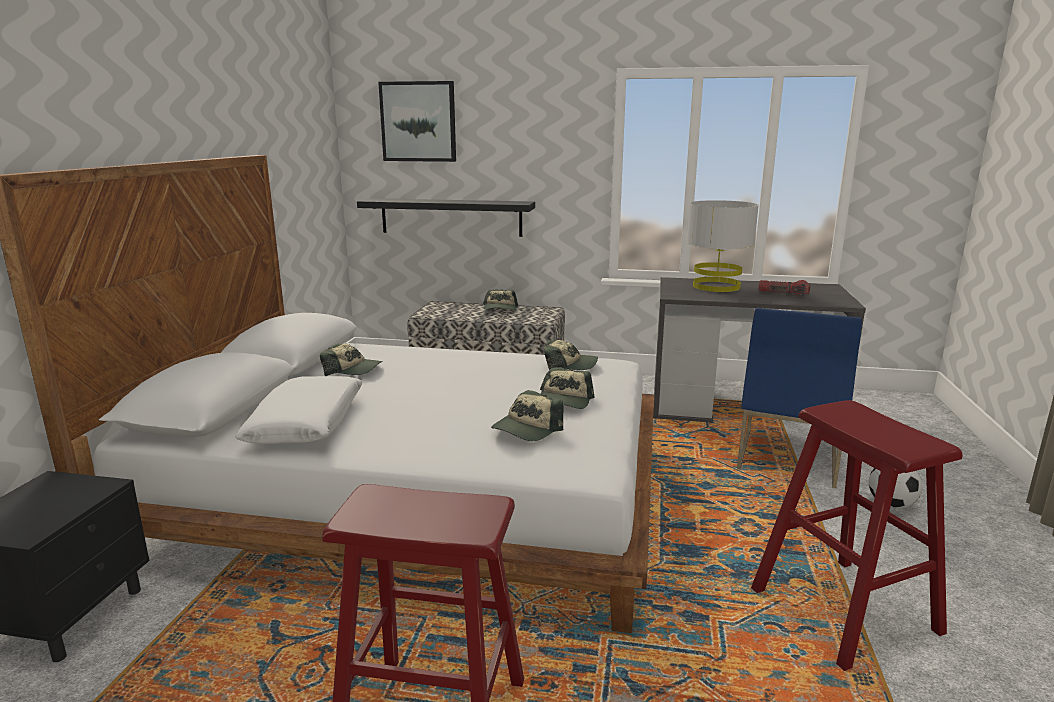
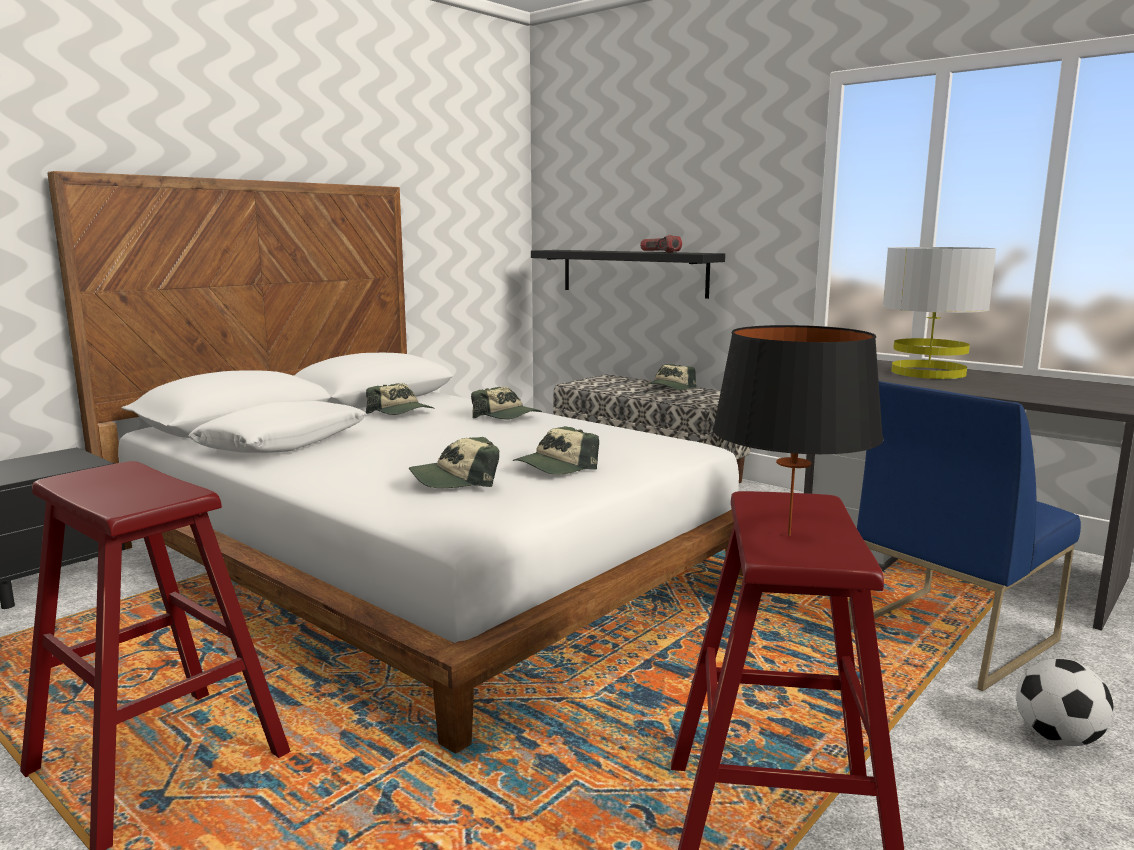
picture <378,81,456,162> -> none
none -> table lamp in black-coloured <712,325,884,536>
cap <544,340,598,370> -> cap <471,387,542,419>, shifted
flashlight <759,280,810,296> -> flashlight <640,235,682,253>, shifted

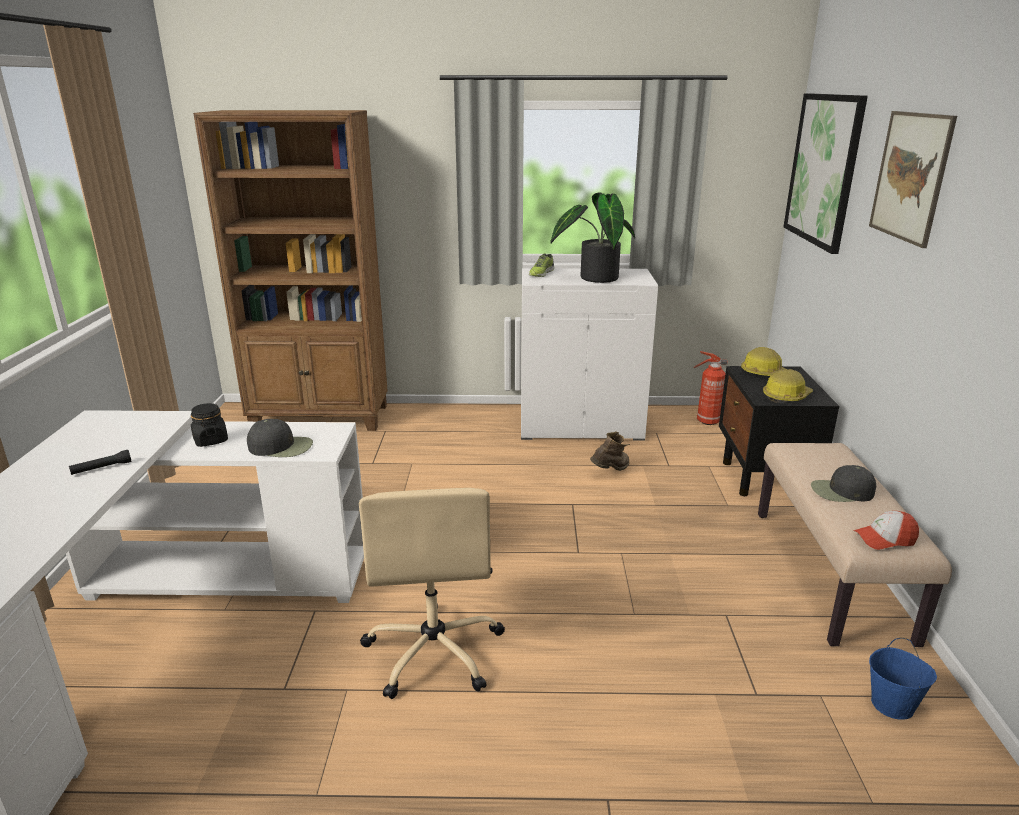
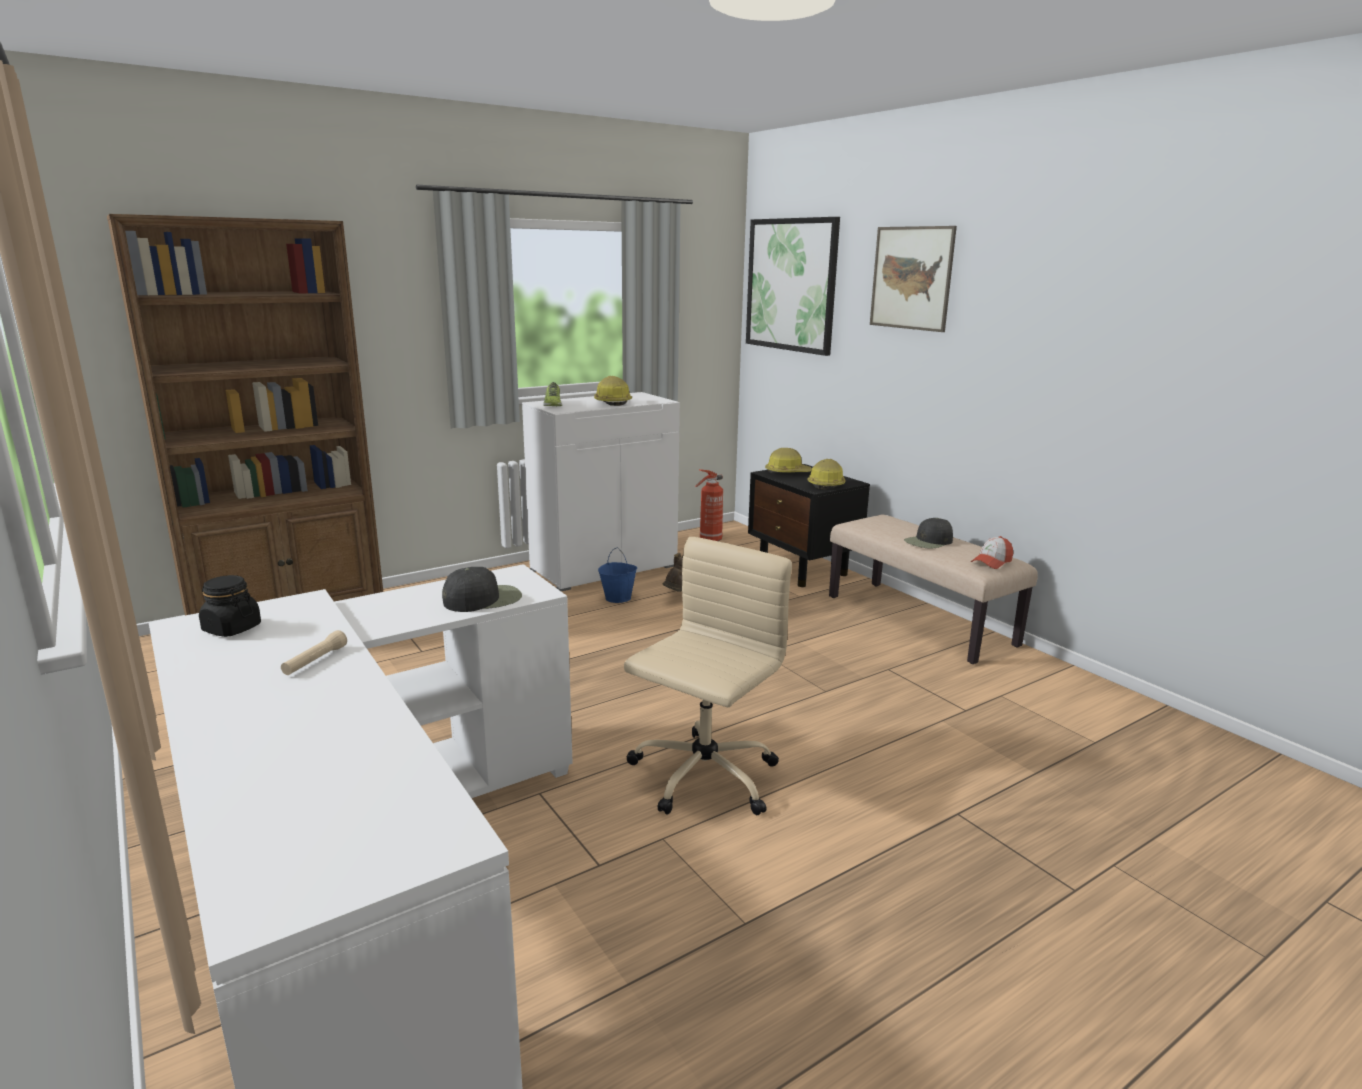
storage jar in black-coloured <191,403,228,447> -> storage jar in black-coloured <199,575,261,637>, shifted
pail in blue-coloured <869,638,937,720> -> pail in blue-coloured <598,547,637,603>, shifted
plant in a pot <550,192,635,283> -> work helmet <594,376,632,406>
flashlight in black-coloured <69,450,132,475> -> flashlight in beige-coloured <281,630,347,675>
computer chair in beige-coloured <359,488,505,699> -> computer chair in beige-coloured <624,537,792,815>, 105 degrees counterclockwise

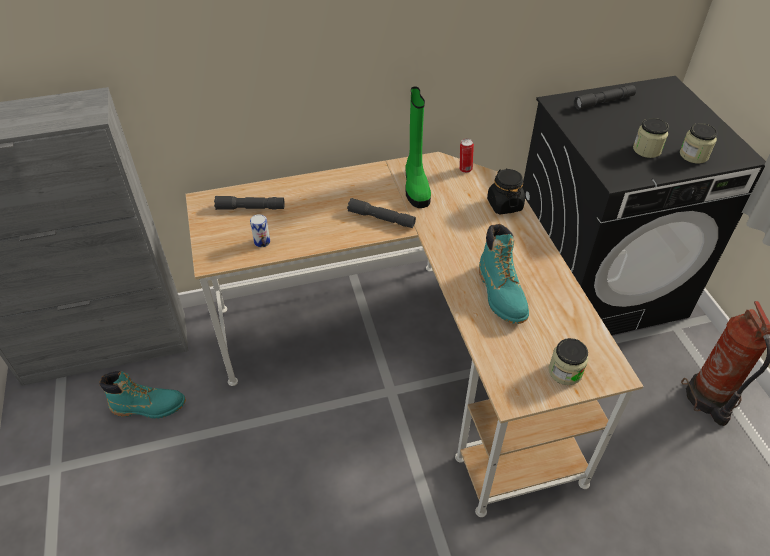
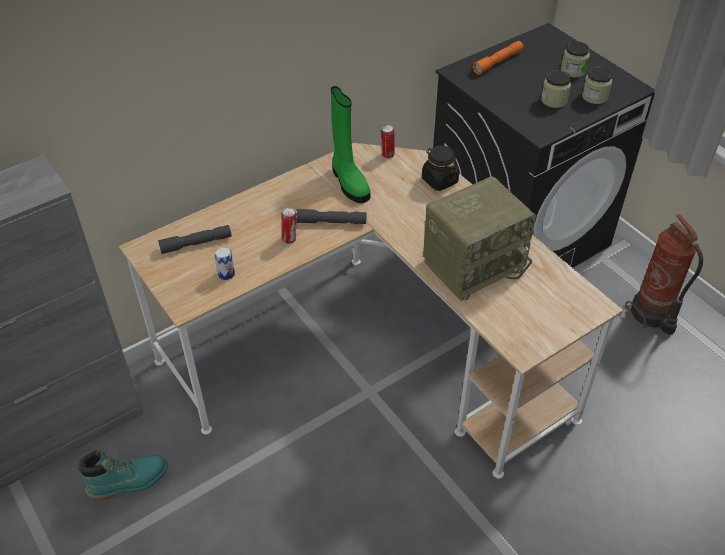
none -> sealed can <281,208,296,244>
storage jar <549,338,588,385> -> storage jar <561,41,590,78>, shifted
tall boot in turquoise <479,224,529,324> -> radio set <423,176,536,301>
flashlight in grey <574,85,636,110> -> flashlight in orange <472,41,523,75>

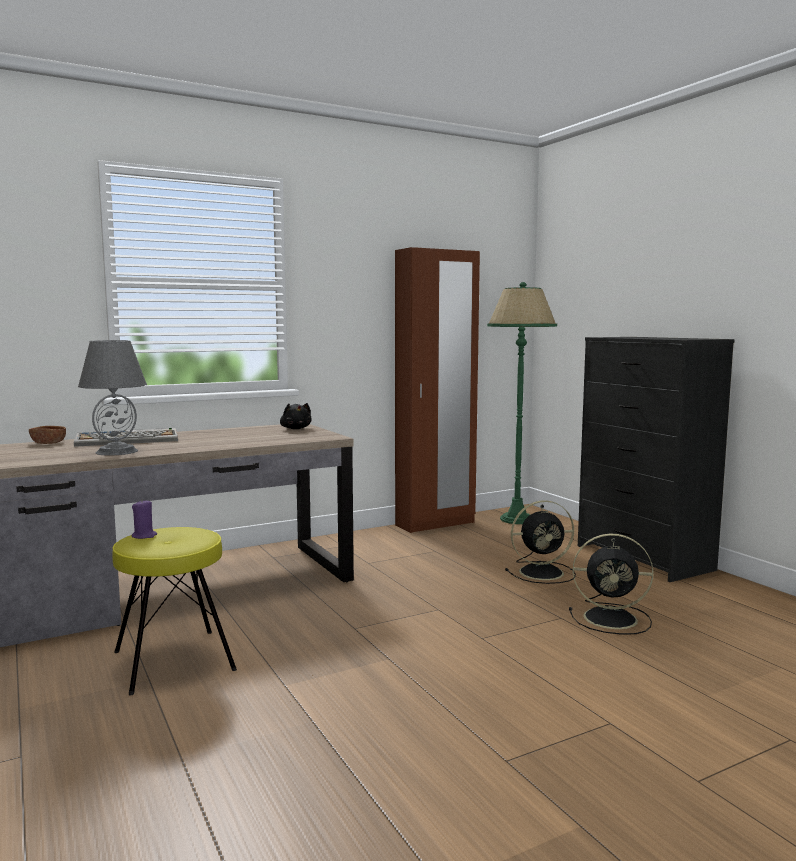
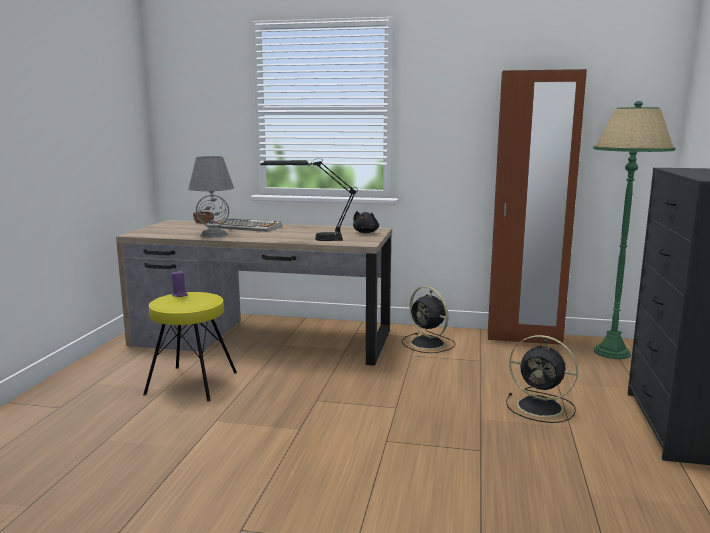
none -> table lamp in black-coloured <260,159,358,241>
electric fan in black-coloured <569,534,654,635> -> electric fan in black-coloured <402,286,456,353>, shifted

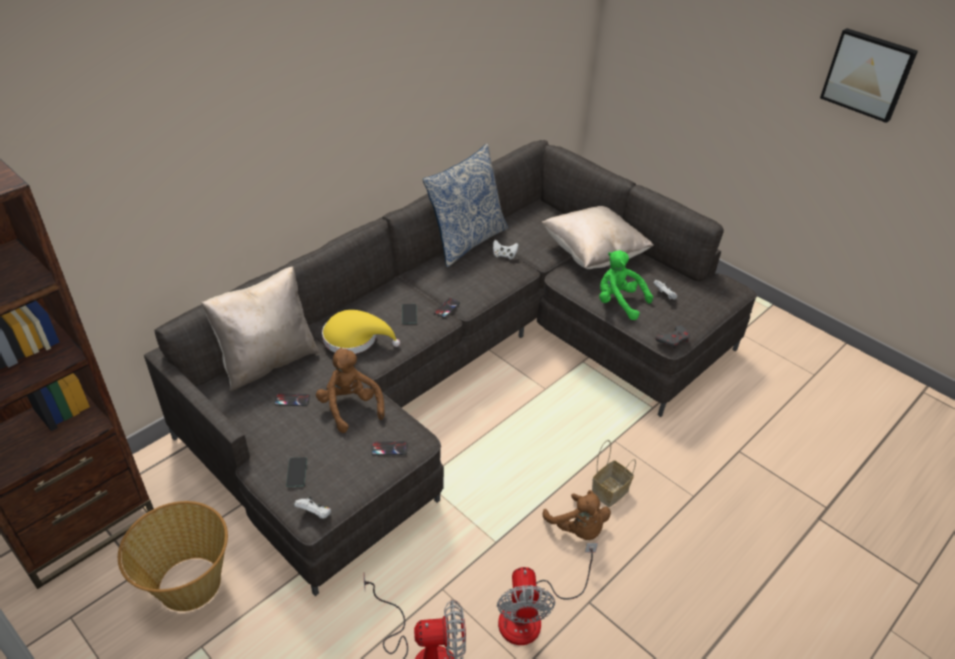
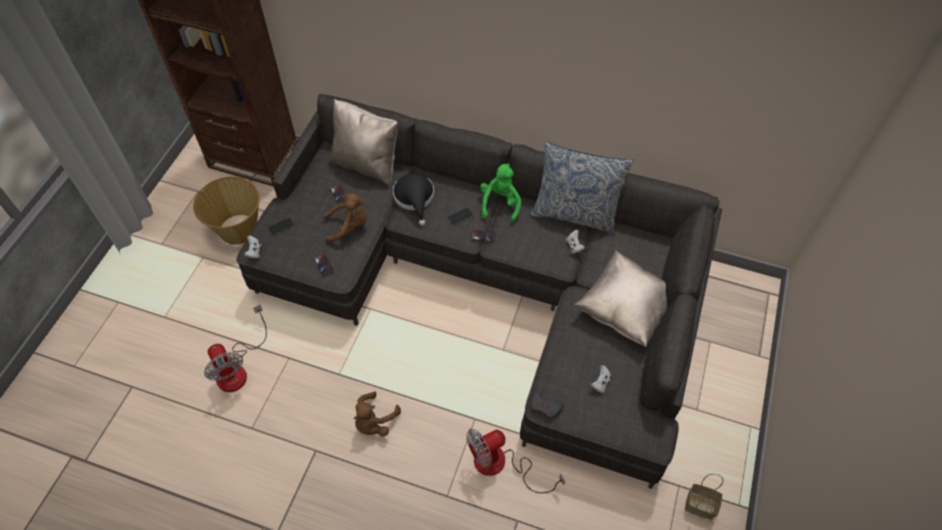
picture <820,28,918,123> -> none
electric fan <497,543,598,645> -> electric fan <467,429,565,493>, shifted
basket <592,440,636,507> -> basket <685,474,723,520>, shifted
soft toy in green <599,250,653,320> -> soft toy in green <480,163,521,223>, shifted
wearable hat in yellow-coloured <322,310,400,354> -> wearable hat in black-coloured <393,173,434,226>
soft toy in brown <316,348,385,433> -> soft toy in brown <323,193,367,243>, 45 degrees clockwise

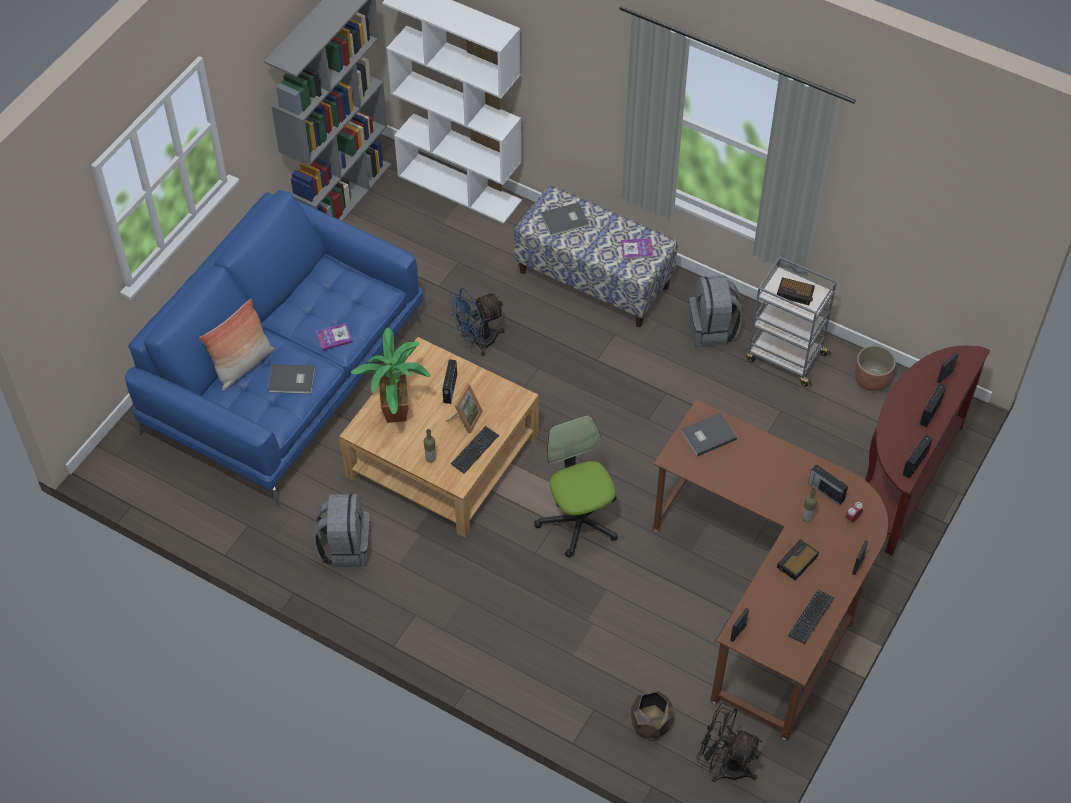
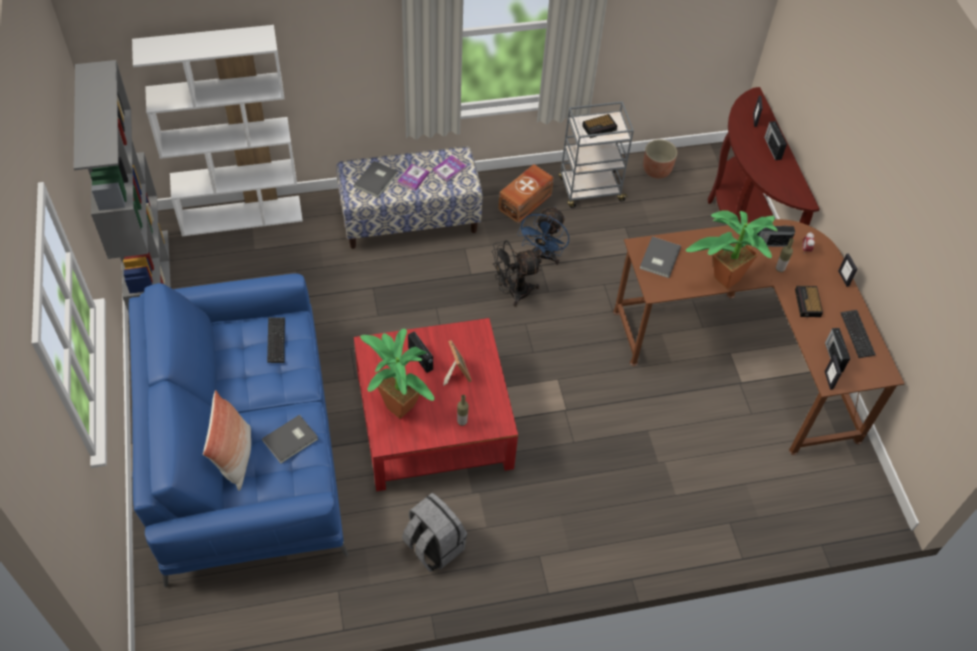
computer chair <534,415,618,558> -> none
planter in brown <631,691,674,738> -> none
none -> plant in a pot <686,210,778,289>
bound book <316,323,353,351> -> bound book <398,164,429,191>, shifted
electric fan in blue-coloured <448,288,505,356> -> electric fan in blue-coloured <517,206,569,265>, shifted
computer keyboard <451,426,499,474> -> computer keyboard <267,317,285,363>, shifted
electric fan in black-coloured <697,703,762,783> -> electric fan in black-coloured <492,240,541,307>, shifted
radio set <902,434,933,479> -> radio set <825,328,850,373>, shifted
backpack in grey <689,275,742,347> -> storage container in brown <498,164,554,223>
coffee table in beige-coloured <339,337,539,537> -> coffee table in red <354,318,518,491>

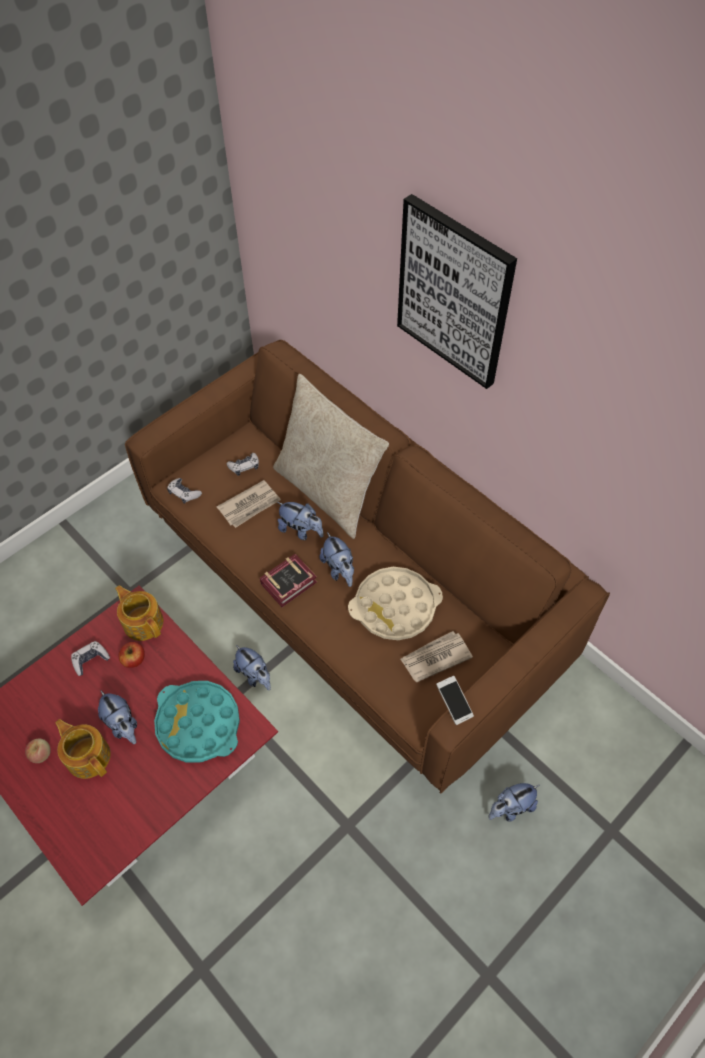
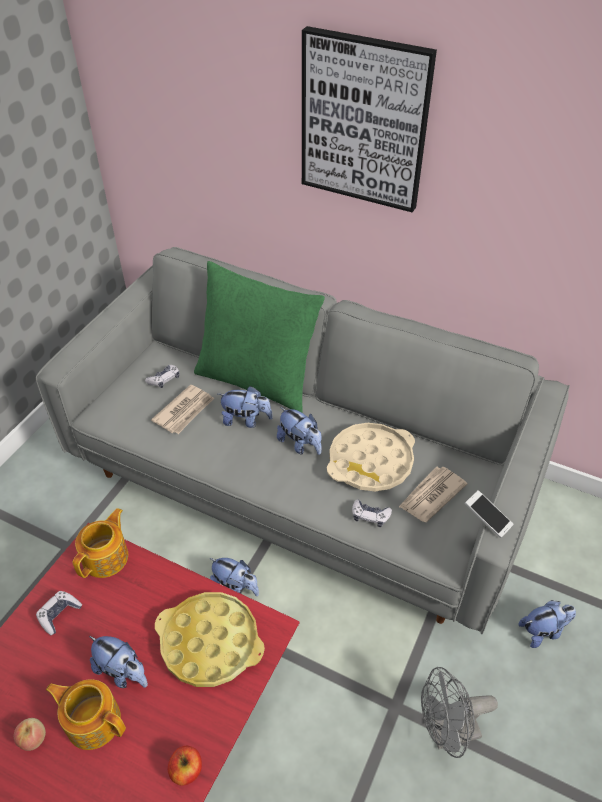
bound book <260,554,317,607> -> none
none -> electric fan in grey <421,667,498,758>
whole apple <119,642,145,668> -> whole apple <168,746,202,786>, shifted
joypad <167,478,202,504> -> joypad <352,499,392,527>, shifted
settee in brown <125,340,610,794> -> settee in grey <36,247,570,634>
tray in turquoise <154,681,240,763> -> tray in yellow-coloured <155,592,265,687>
throw pillow in beige-coloured <273,374,389,539> -> throw pillow in green <194,261,325,412>
teapot <115,585,163,641> -> teapot <73,508,128,578>, 90 degrees clockwise
soft toy <488,783,539,821> -> soft toy <518,600,576,648>, 150 degrees counterclockwise

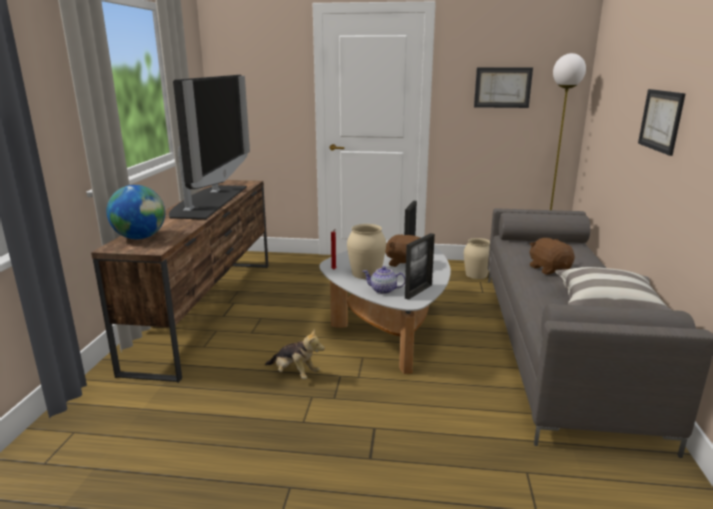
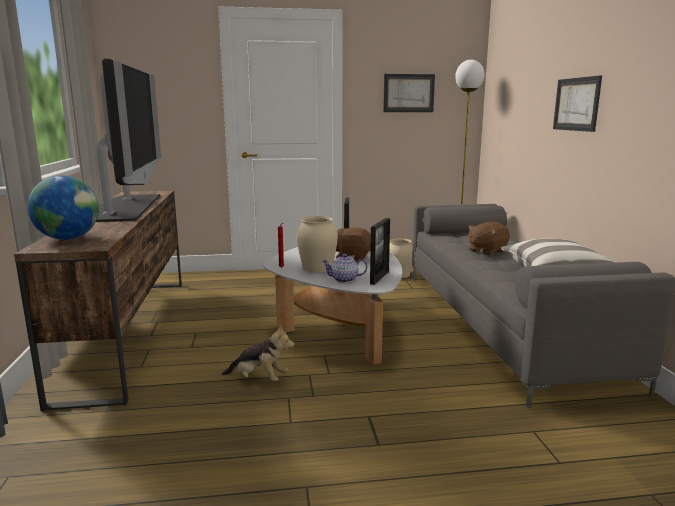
soft toy in brown <529,238,575,275> -> soft toy in brown <468,222,510,256>, 90 degrees counterclockwise

